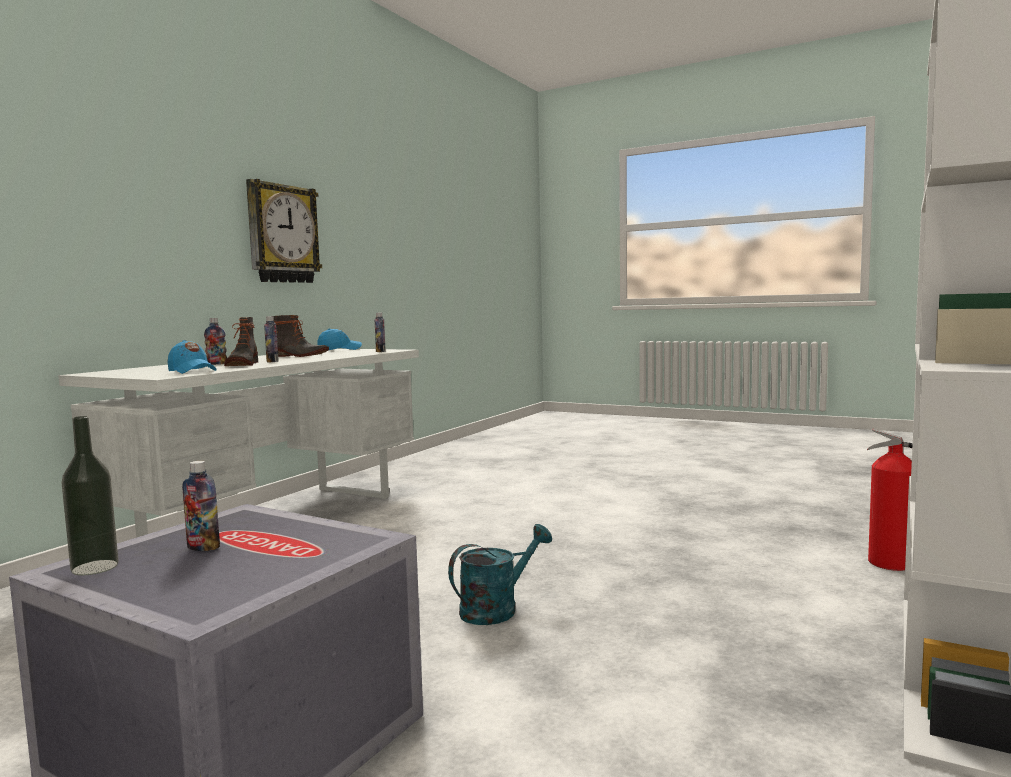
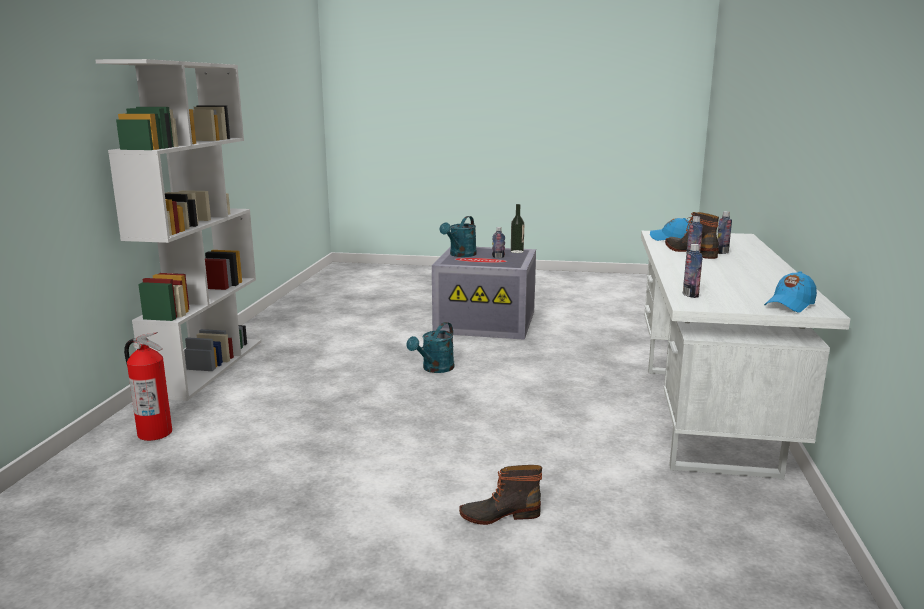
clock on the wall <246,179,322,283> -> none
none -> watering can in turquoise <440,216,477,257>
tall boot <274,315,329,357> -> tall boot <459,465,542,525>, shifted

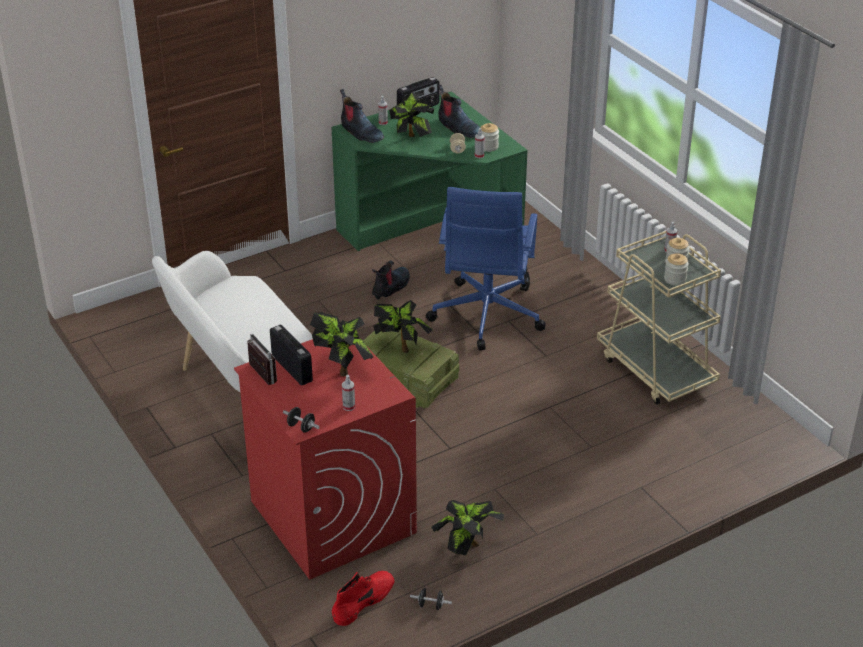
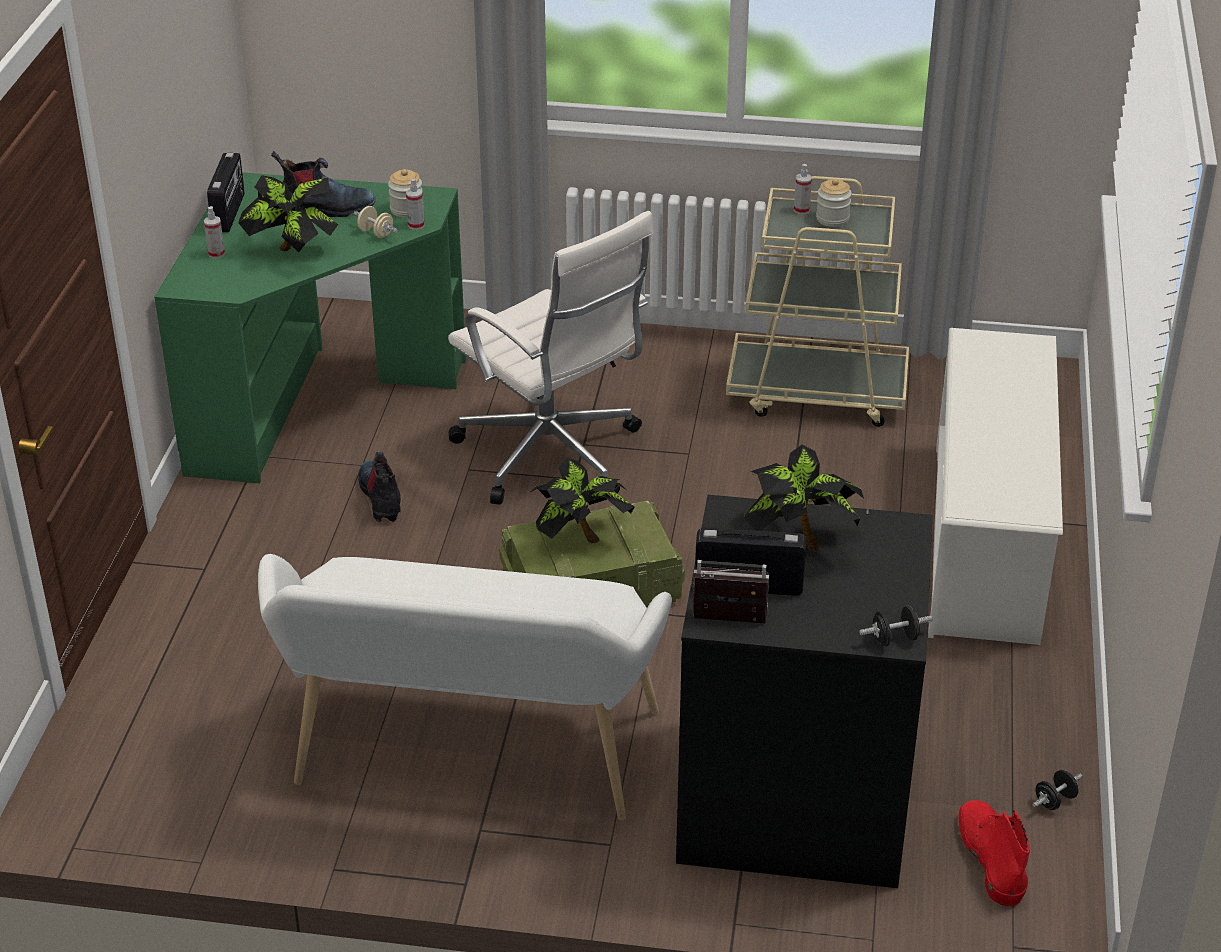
tall boot <340,89,384,143> -> none
spray bottle <342,375,355,411> -> none
plant in a pot <431,500,504,555> -> none
storage jar <664,253,689,285> -> none
none -> shoe rack in white <928,328,1063,645>
laundry appliance in red <234,338,417,580> -> laundry appliance in black-coloured <676,495,933,888>
computer chair in blue-coloured <426,187,545,350> -> computer chair in white <448,211,654,505>

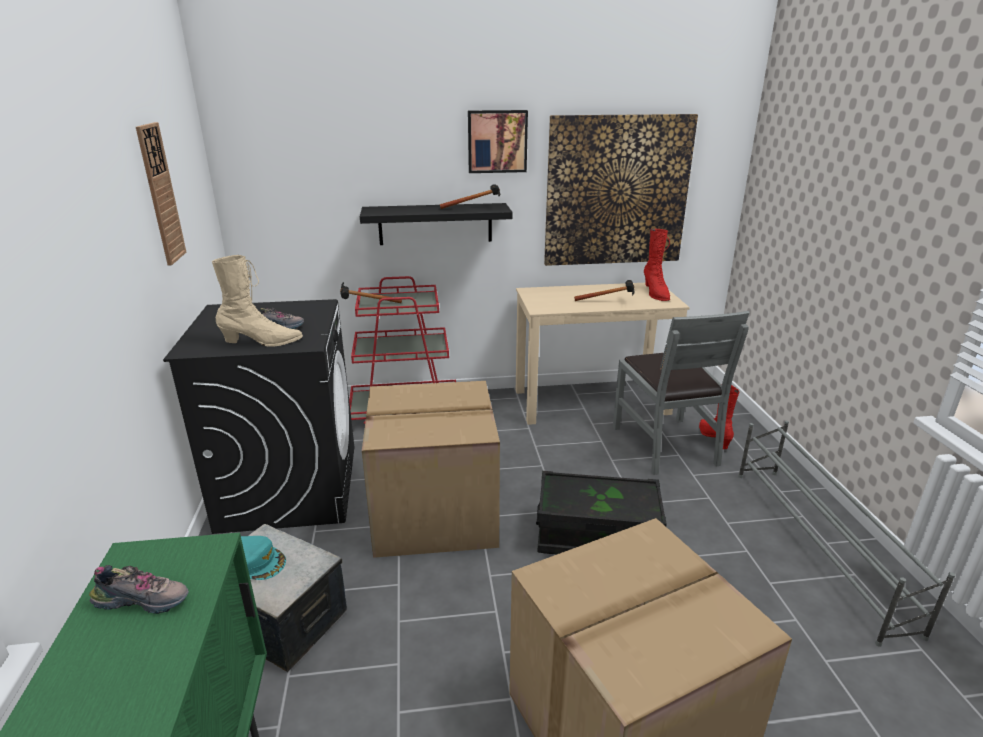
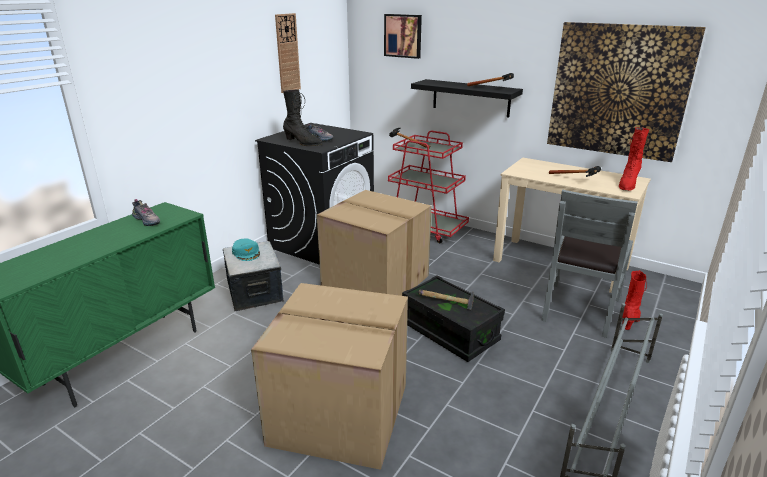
none -> hand hammer <418,289,474,310>
picture <468,110,528,173> -> picture <384,14,422,59>, shifted
tall boot in beige-coloured <212,255,303,347> -> tall boot in black-coloured <283,90,322,146>

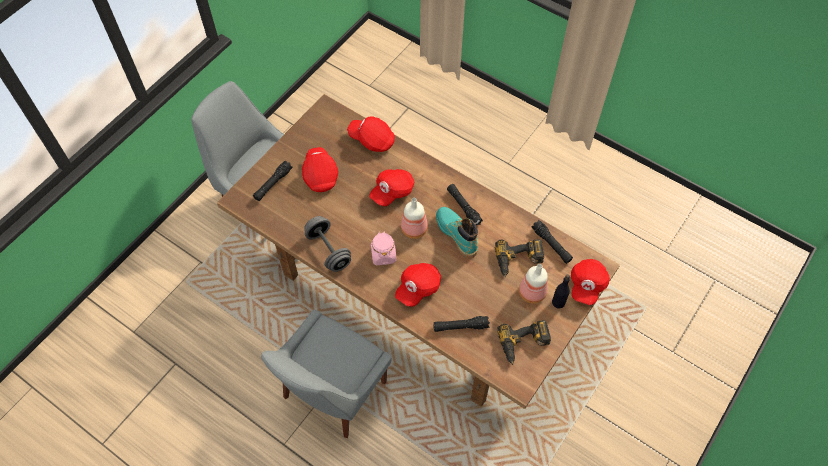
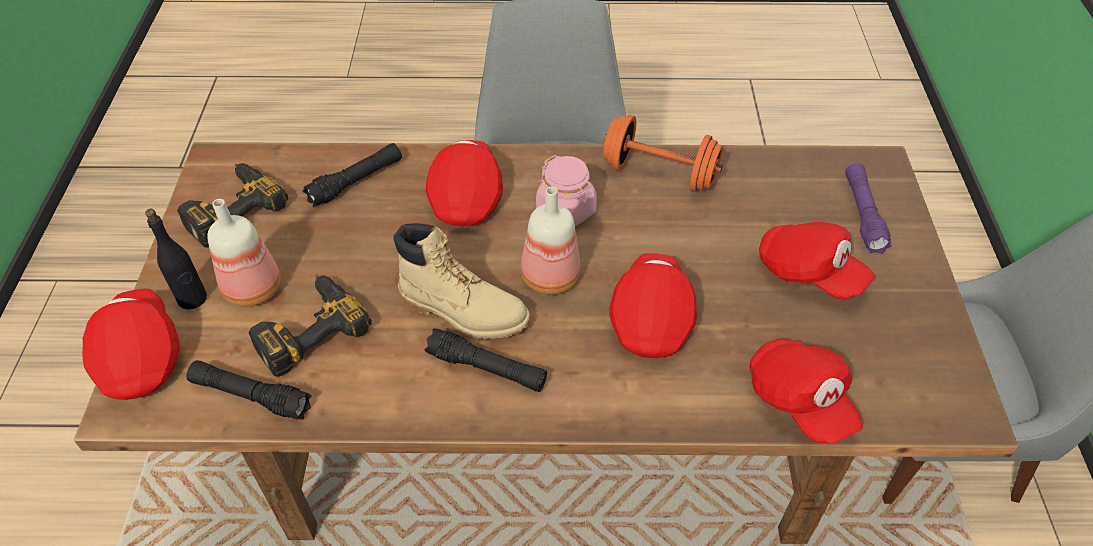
flashlight in black-coloured <253,160,292,201> -> flashlight in purple-coloured <845,163,892,254>
free weight in grey <304,216,351,272> -> free weight in orange <603,115,723,191>
tall boot in turquoise <436,207,478,258> -> tall boot in beige-coloured <393,223,530,339>
cap in red <347,116,395,152> -> cap in red <749,339,863,443>, 75 degrees clockwise

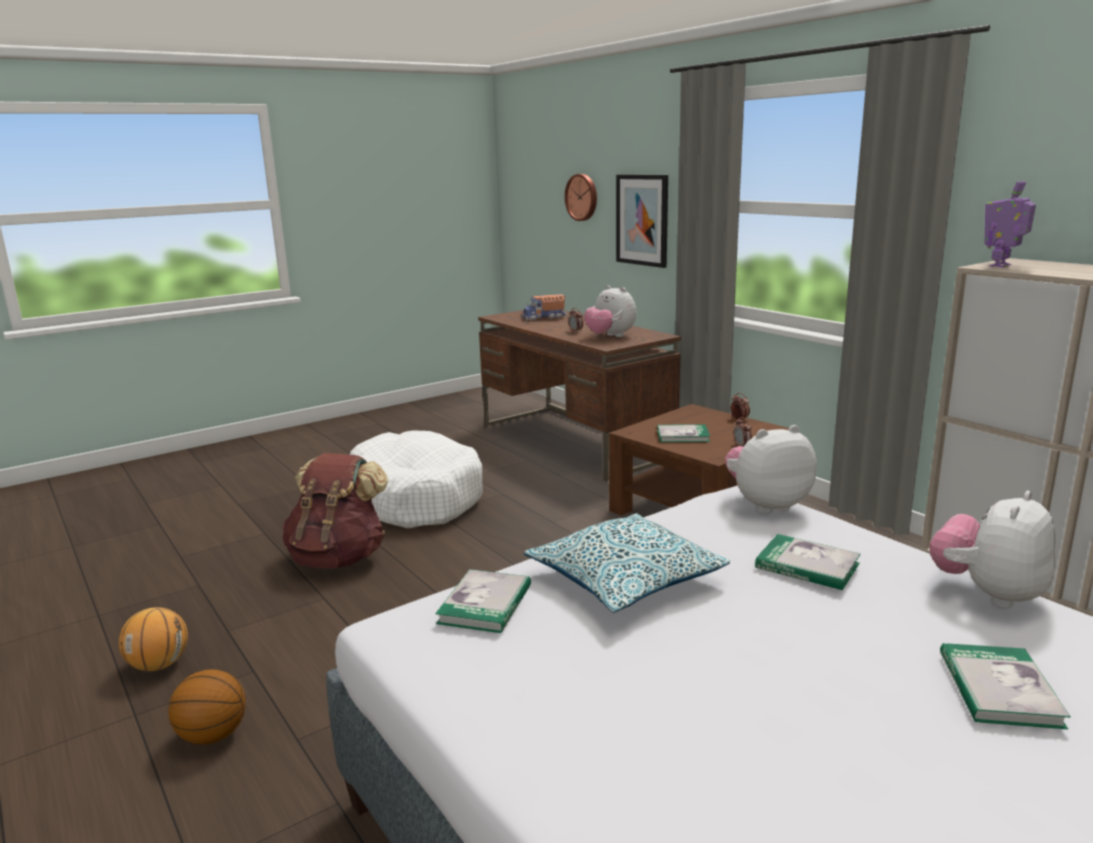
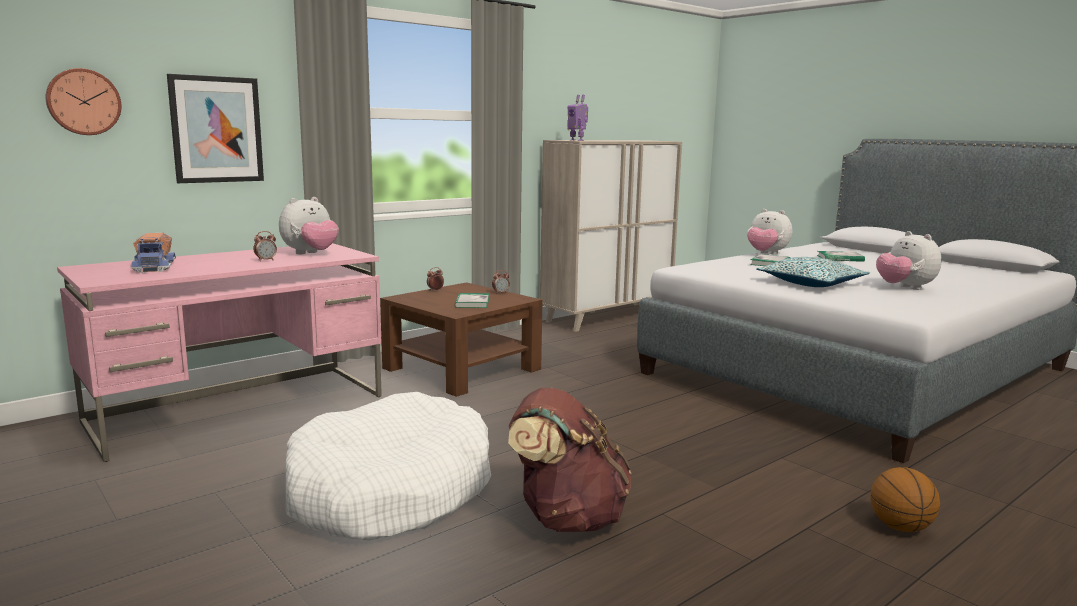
basketball ball <119,607,188,671> -> none
bound book <435,569,531,633> -> none
soft toy <725,425,816,514> -> soft toy <876,231,942,290>, shifted
desk in brown <478,310,681,481> -> desk in pinkish <57,243,382,462>

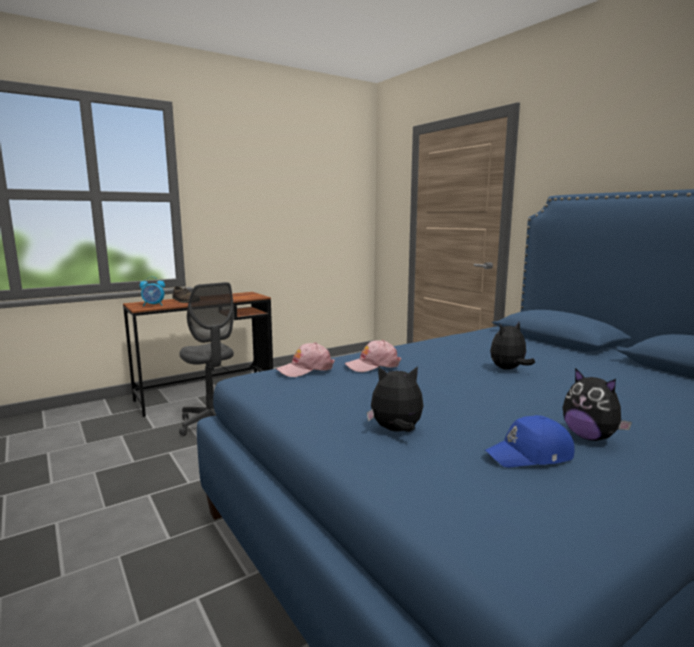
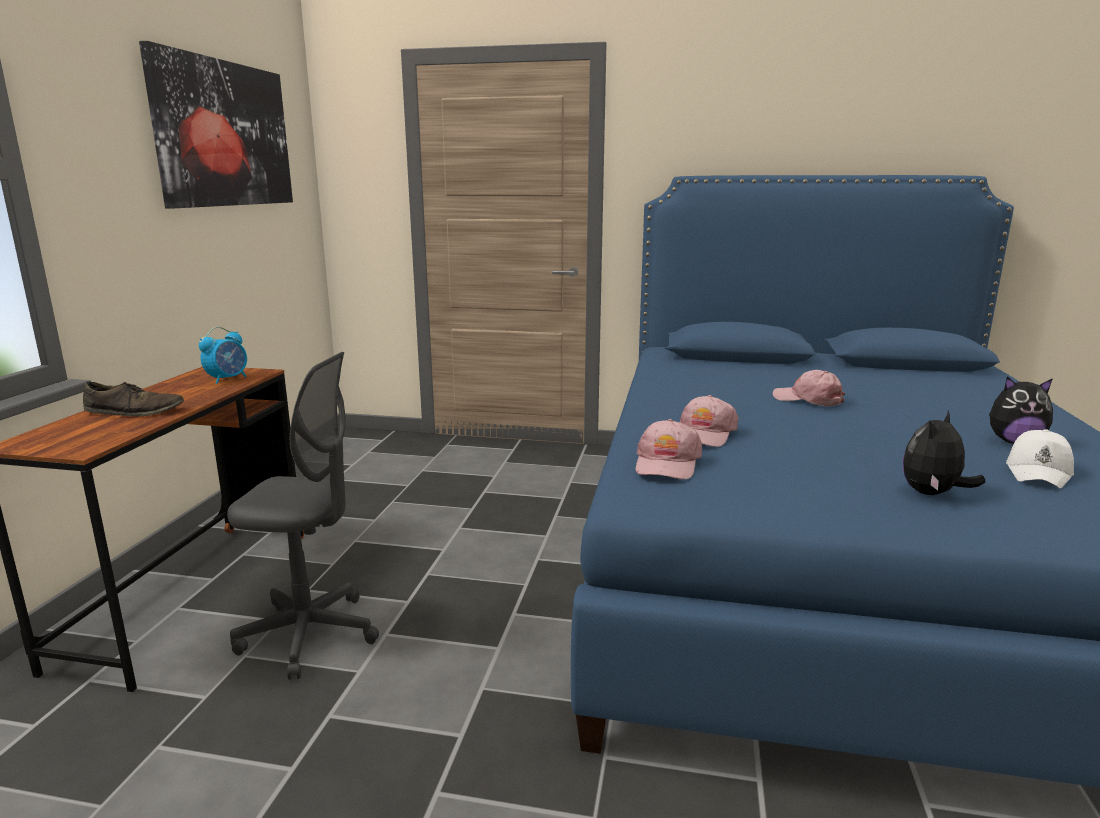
none -> picture <139,41,293,209>
bedside clock <140,277,165,306> -> bedside clock <199,327,247,384>, shifted
soft toy <490,322,535,370> -> cap in pinkish <773,370,845,407>
cap in blue-coloured <485,415,575,468> -> cap in white <1006,429,1074,488>

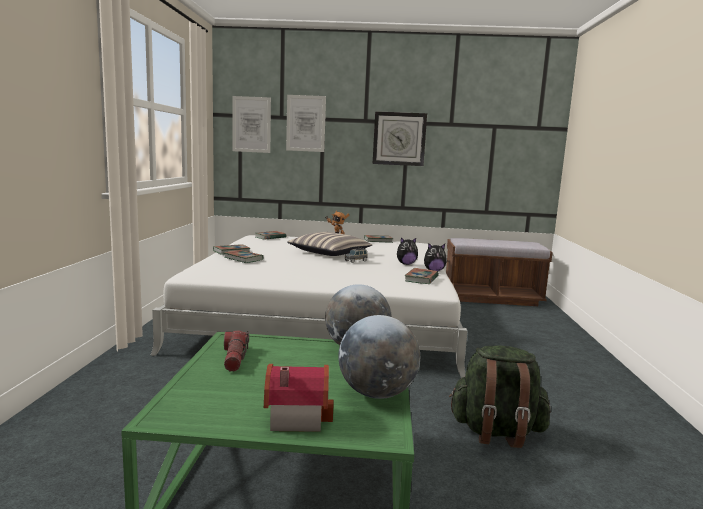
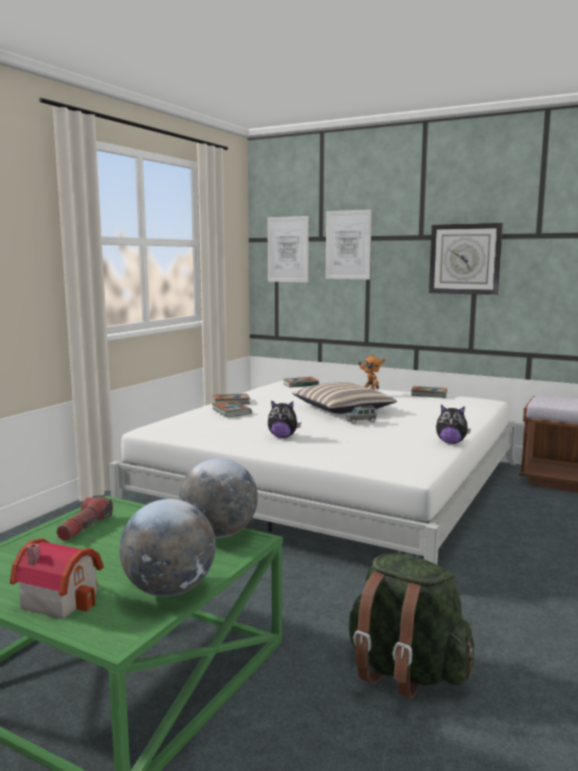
bound book <404,268,439,284> -> none
soft toy <397,238,418,265> -> soft toy <268,400,301,438>, shifted

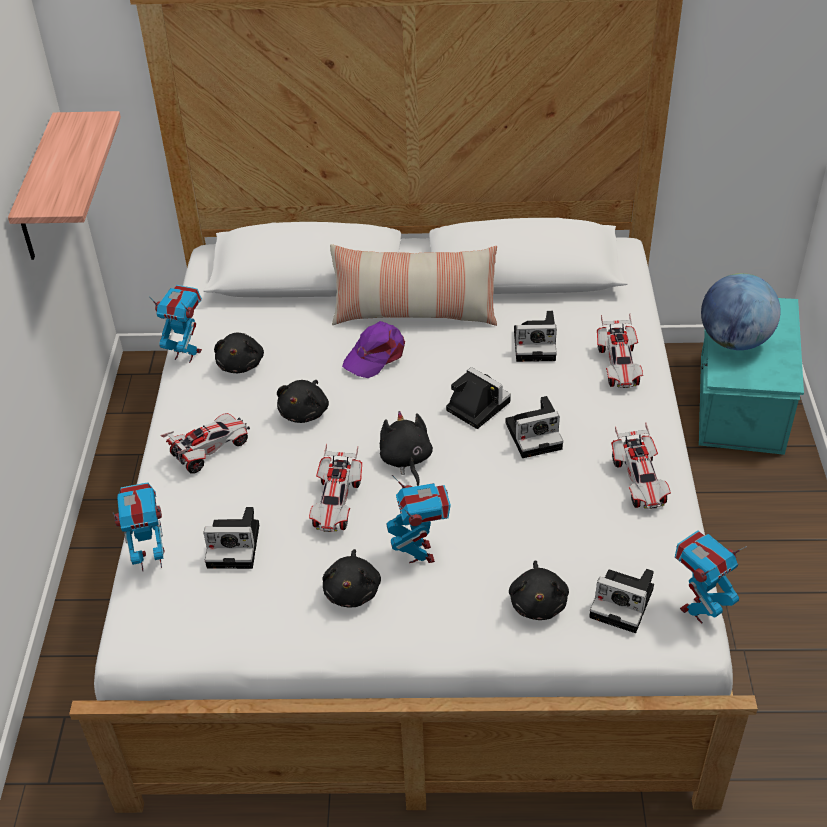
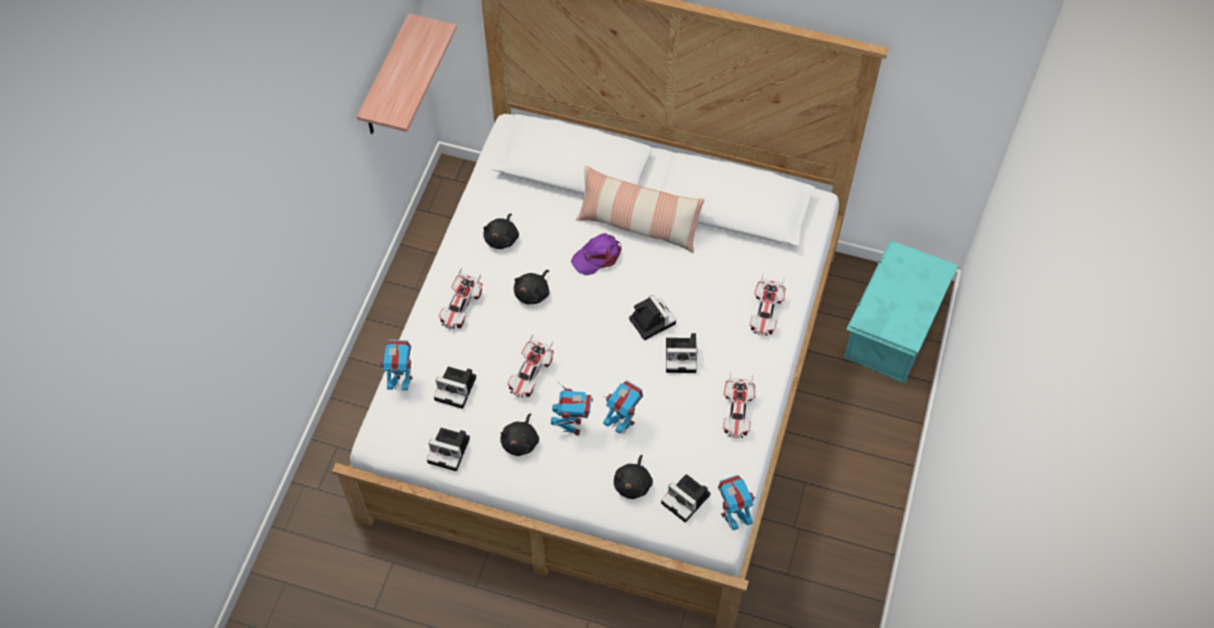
soft toy in black-coloured <380,411,433,486> -> none
globe <701,273,781,350> -> none
robot figure <149,285,202,363> -> robot figure <603,380,643,434>, shifted
photo camera <514,311,557,362> -> photo camera <427,428,470,471>, shifted
toy car <160,413,250,474> -> toy car <438,267,483,330>, 135 degrees clockwise

